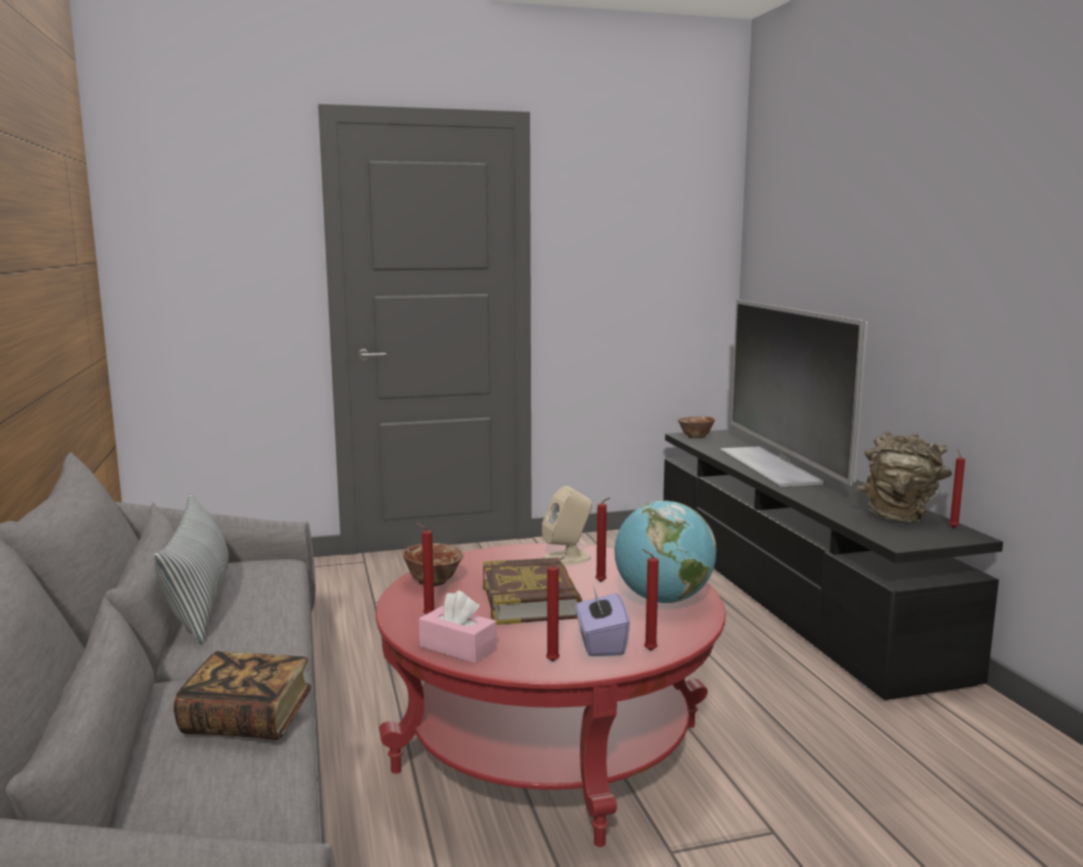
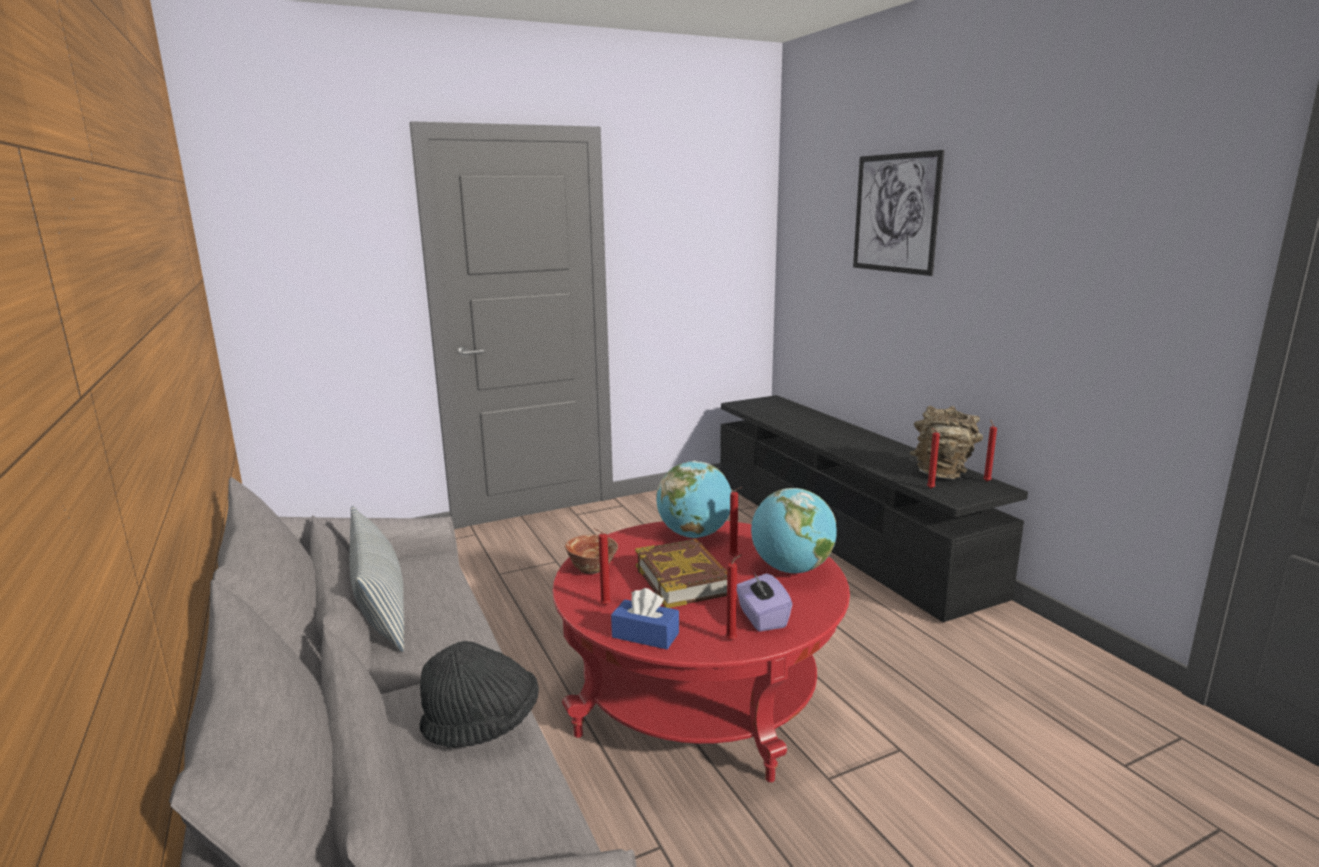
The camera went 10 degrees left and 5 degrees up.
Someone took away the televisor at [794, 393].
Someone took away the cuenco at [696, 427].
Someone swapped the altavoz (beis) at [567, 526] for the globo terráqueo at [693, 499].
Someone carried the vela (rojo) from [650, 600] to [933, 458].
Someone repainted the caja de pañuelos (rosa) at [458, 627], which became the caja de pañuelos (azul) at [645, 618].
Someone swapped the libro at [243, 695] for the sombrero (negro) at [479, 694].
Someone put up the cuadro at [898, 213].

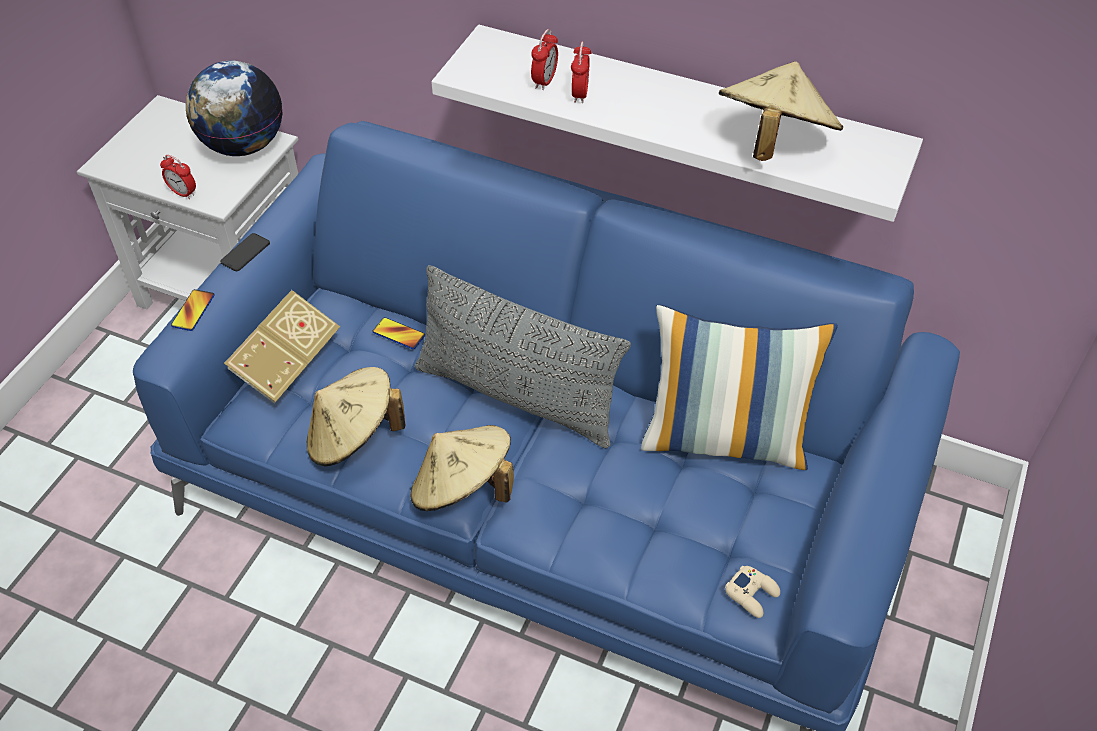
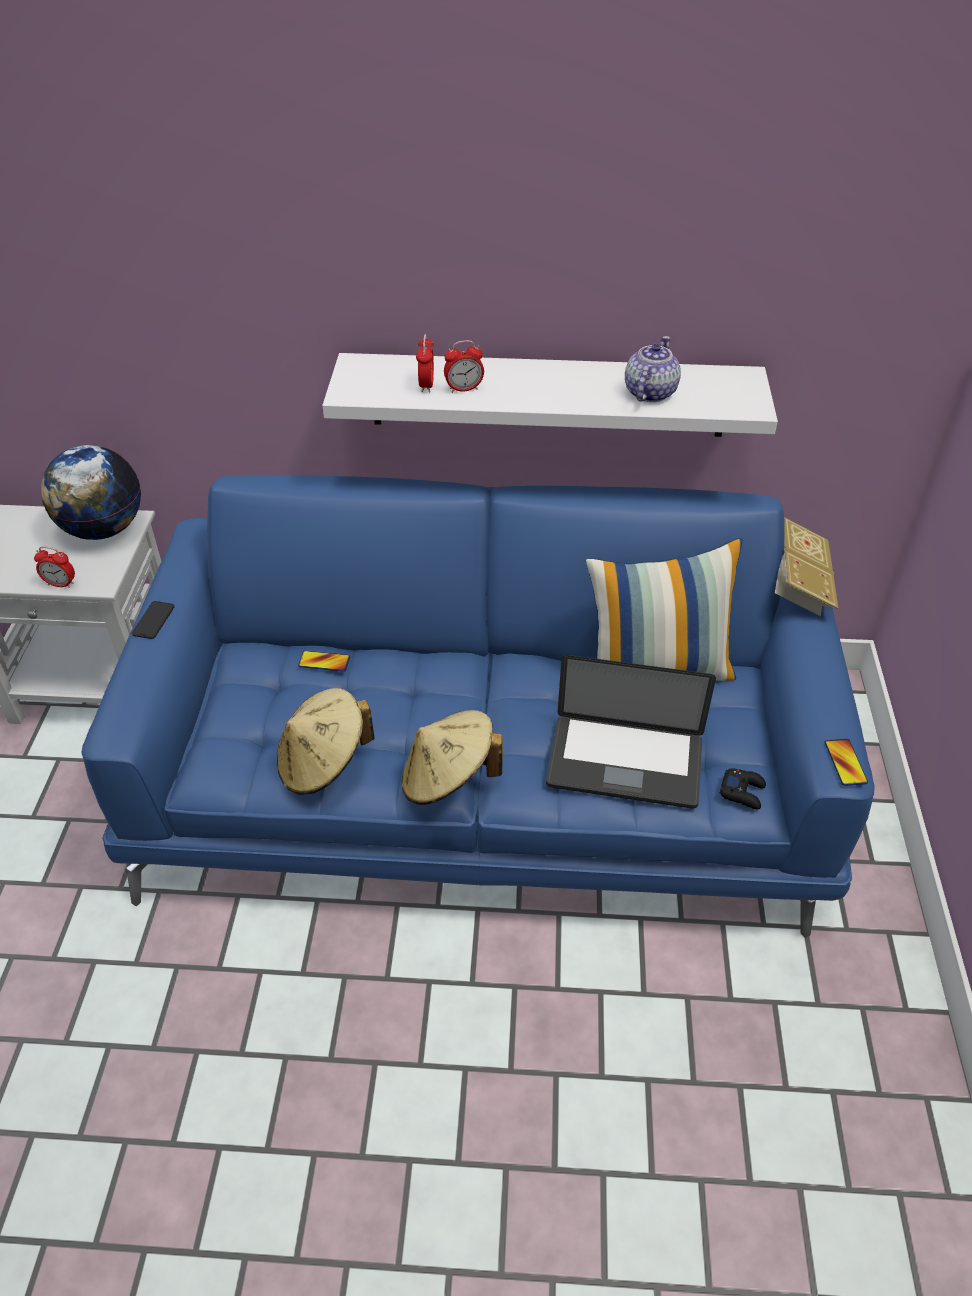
The camera went 20 degrees left and 5 degrees down.
Someone rotated the despertador at [581, 72] by 90 degrees clockwise.
Someone swapped the sombrero (beis) at [781, 111] for the tetera at [653, 369].
Someone took away the cojín (gris) at [523, 356].
Someone carried the móvil from [193, 310] to [846, 762].
Someone carried the libro from [282, 347] to [807, 566].
Someone repainted the mando de consola (beis) at [752, 591], which became the mando de consola (negro) at [743, 789].
Someone put down the portátil at [631, 732].

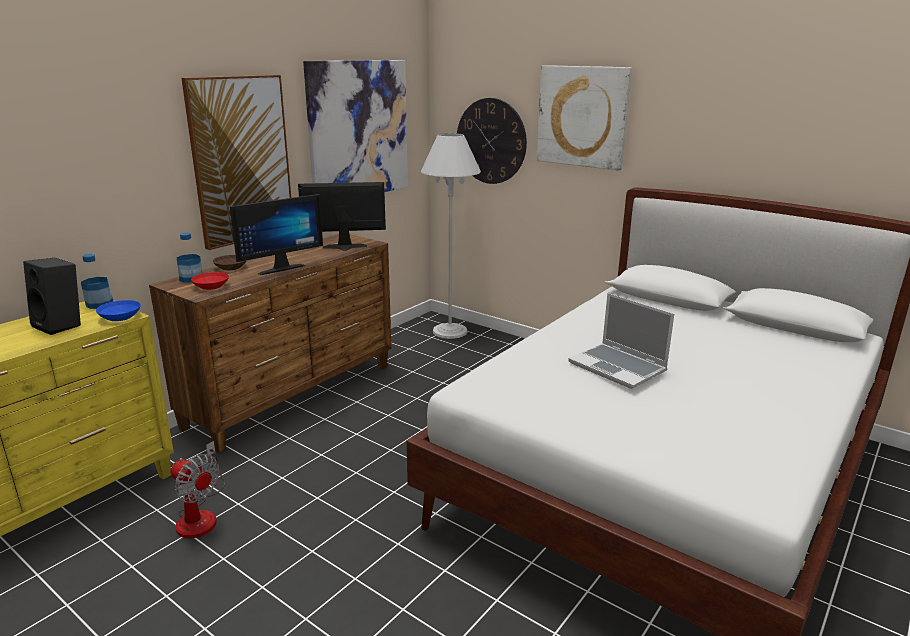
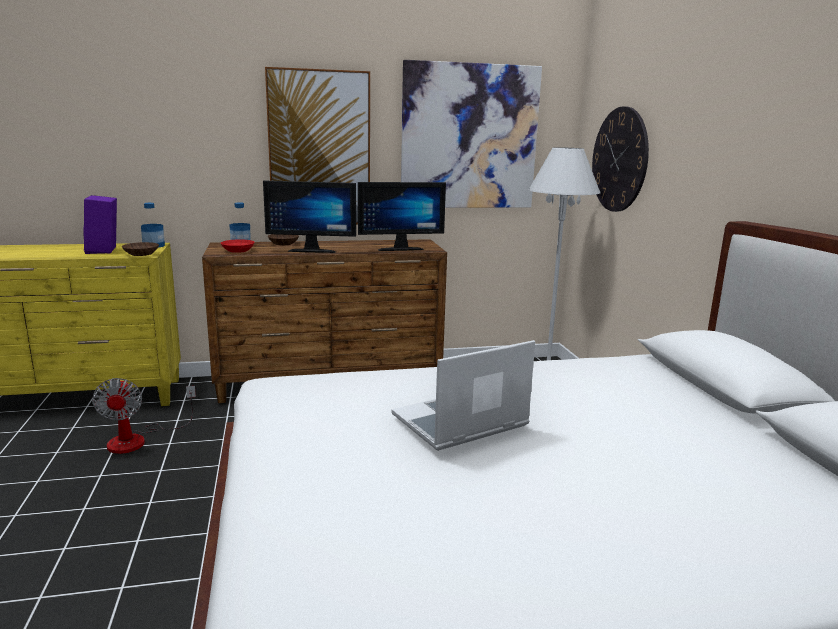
The camera went 40 degrees right and 5 degrees down.
Someone took away the cuadro at [584, 118].
Someone rotated the monitor at [342, 216] by 135 degrees clockwise.
Someone repainted the altavoz (negro) at [52, 296], which became the altavoz (morado) at [100, 224].
Someone rotated the portátil at [621, 341] by 60 degrees clockwise.
Someone repainted the cuenco (azul) at [118, 310], which became the cuenco (marrón) at [140, 249].

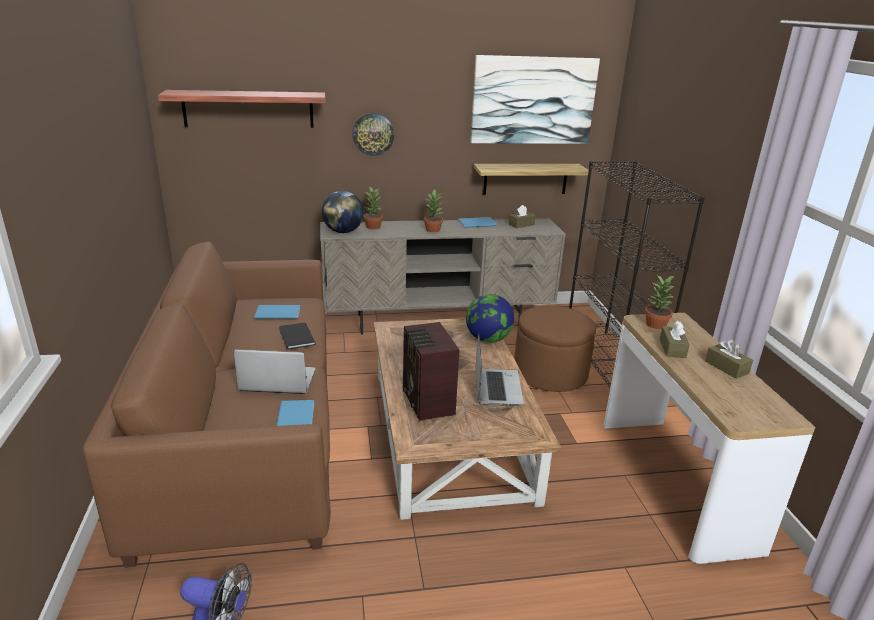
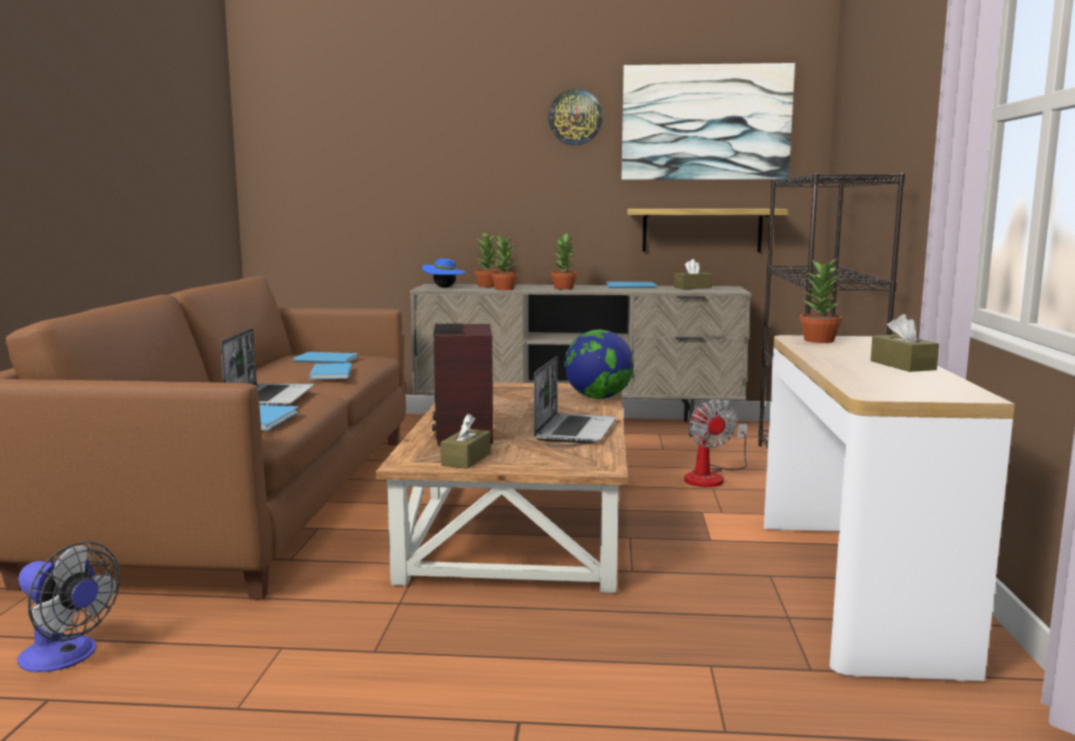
The camera went 15 degrees right and 15 degrees down.
Someone took away the estante at [242, 109].
Someone carried the reloj de pared from [373, 134] to [575, 117].
Someone swapped the globo terráqueo at [343, 212] for the sombrero (azul) at [444, 273].
Someone swapped the puf (marrón) at [555, 349] for the ventilador at [715, 443].
Someone carried the caja de pañuelos (marrón) from [675, 339] to [466, 441].
Someone repainted the libro (negro) at [297, 336], which became the libro (azul) at [330, 371].
Someone rotated the portátil at [274, 371] by 75 degrees clockwise.
Someone put down the planta en maceta at [504, 262].

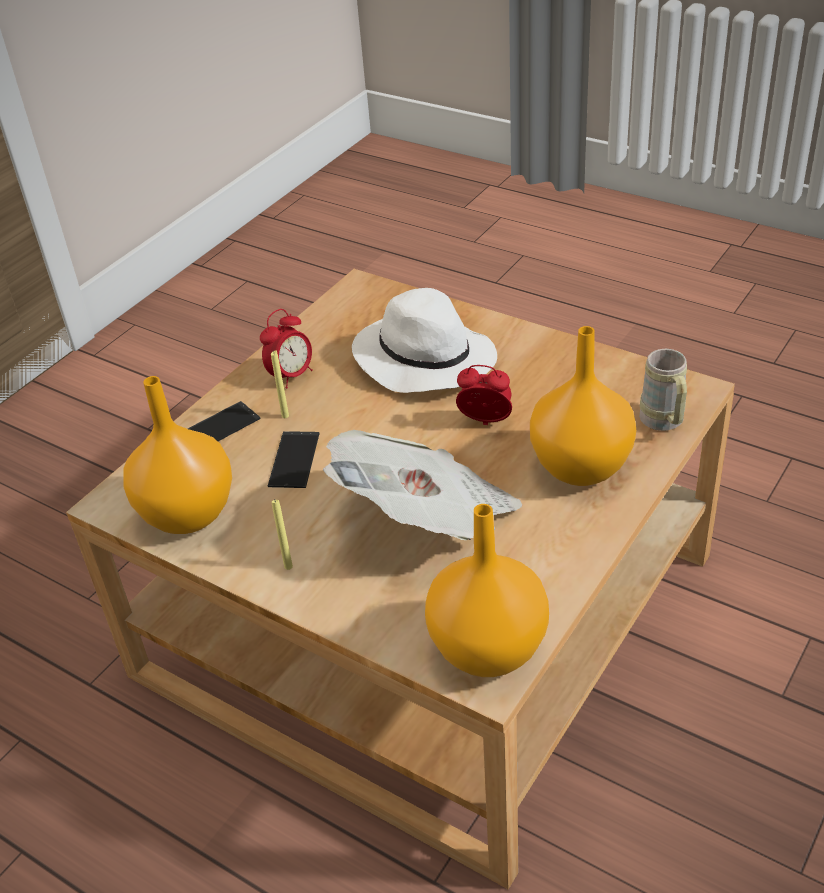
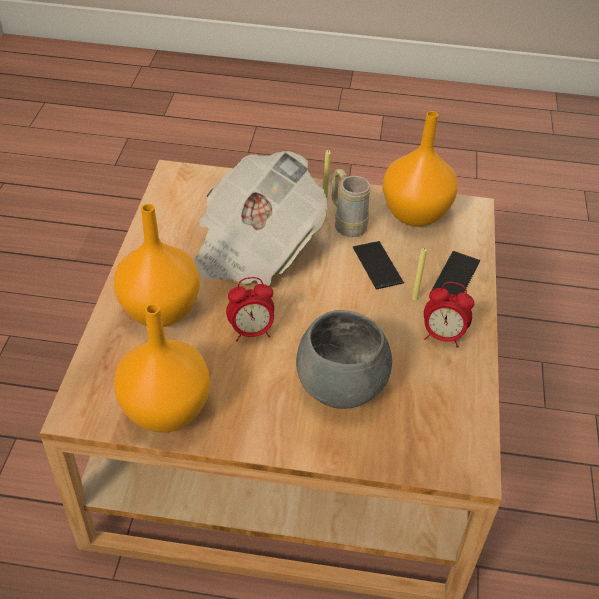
The camera went 150 degrees right and 5 degrees up.
Someone swapped the sombrero (blanco) at [424, 340] for the cuenco (gris) at [344, 359].
Someone rotated the despertador at [286, 348] by 90 degrees counterclockwise.
Someone carried the taza grande (beis) from [663, 390] to [351, 203].
Someone carried the florero (naranja) from [487, 590] to [162, 368].

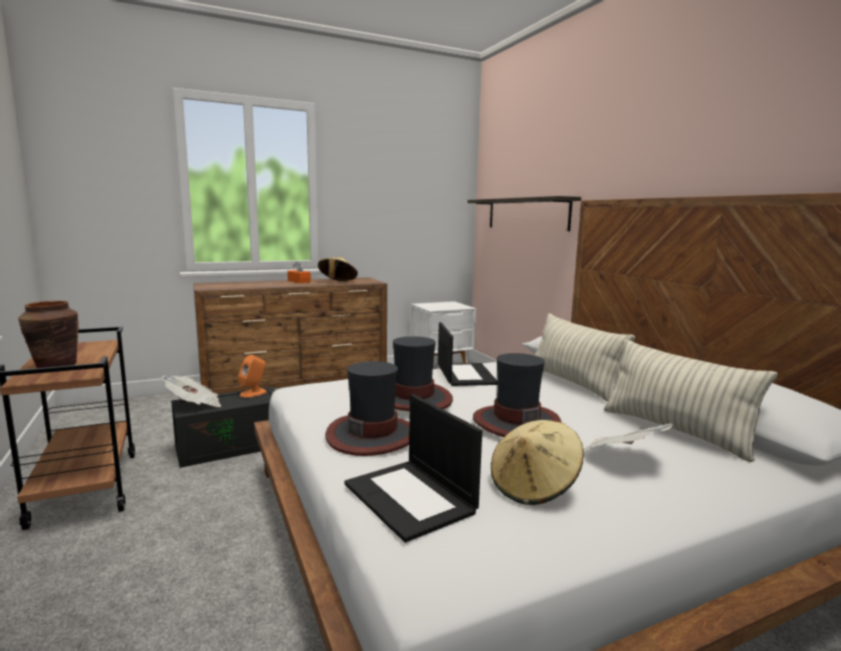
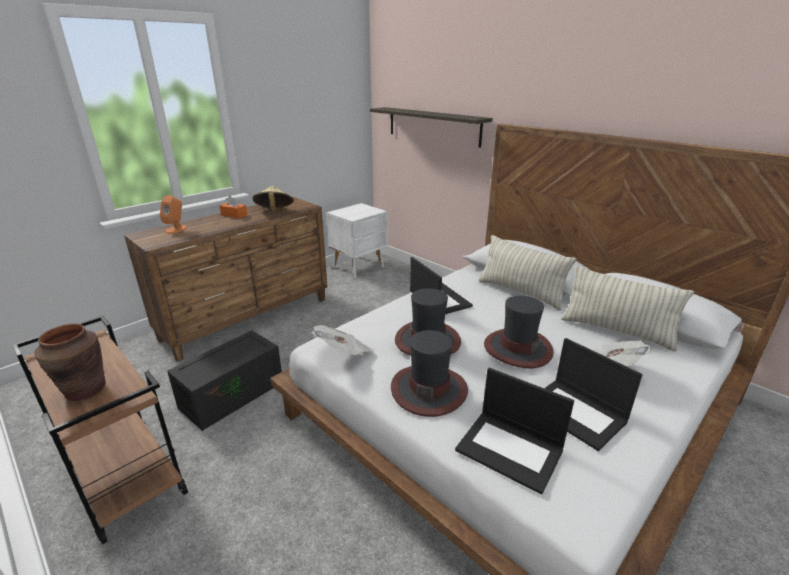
The camera went 20 degrees left and 15 degrees up.
Someone carried the altavoz (naranja) from [252, 376] to [174, 214].
Someone carried the periódico from [191, 391] to [342, 340].
Someone swapped the sombrero (beis) at [537, 462] for the portátil at [593, 394].

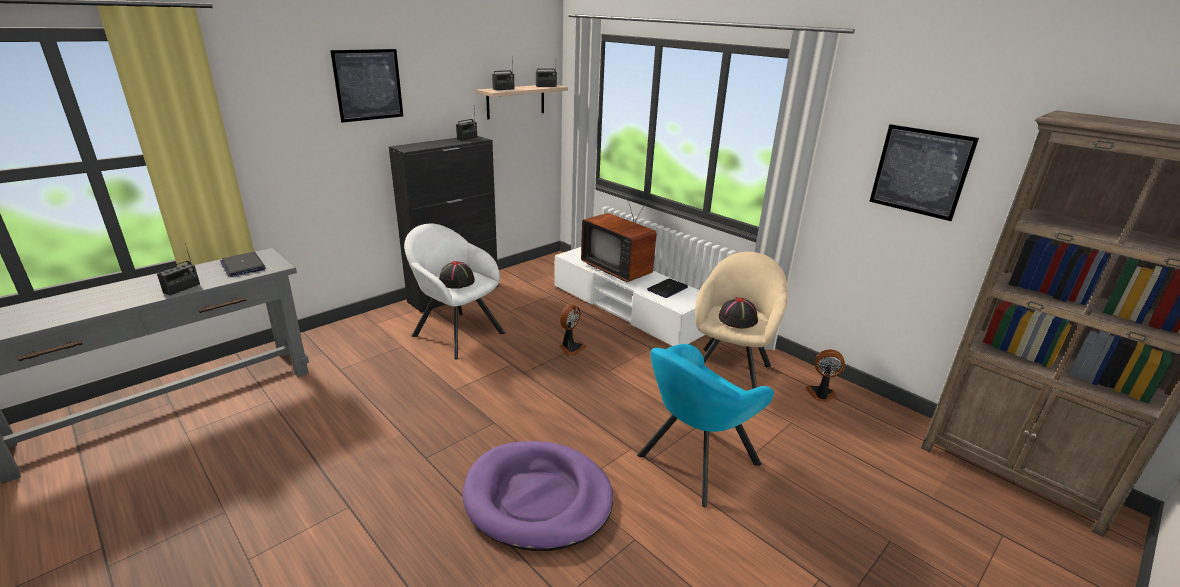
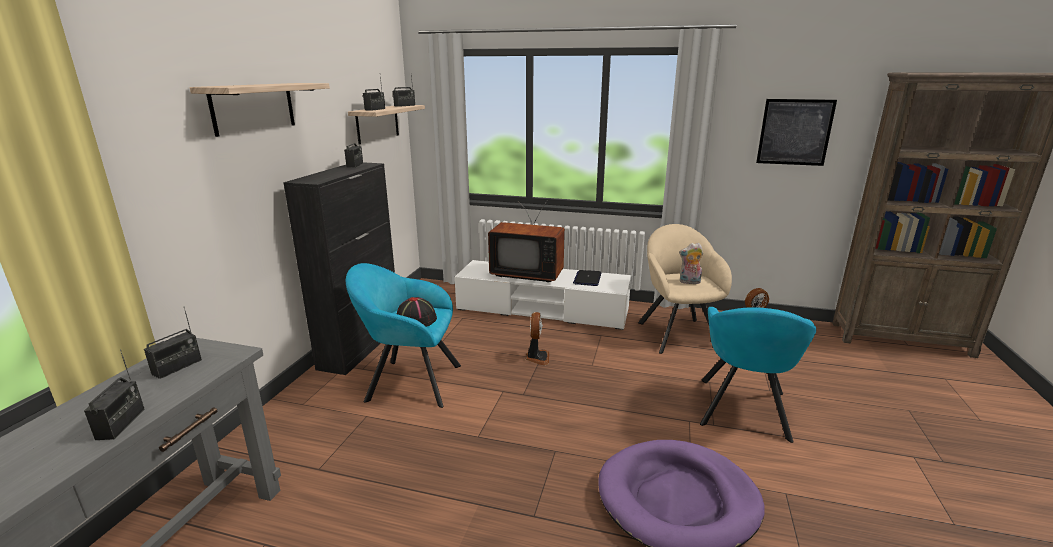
The camera went 30 degrees left and 5 degrees down.
Someone swapped the cuadro at [366, 86] for the estante at [260, 110].
Someone repainted the sillón (blanco) at [454, 292], which became the sillón (turquesa) at [403, 335].
Someone swapped the portátil at [243, 264] for the radio at [173, 343].
Someone swapped the sombrero (negro) at [738, 312] for the peluche at [691, 263].

